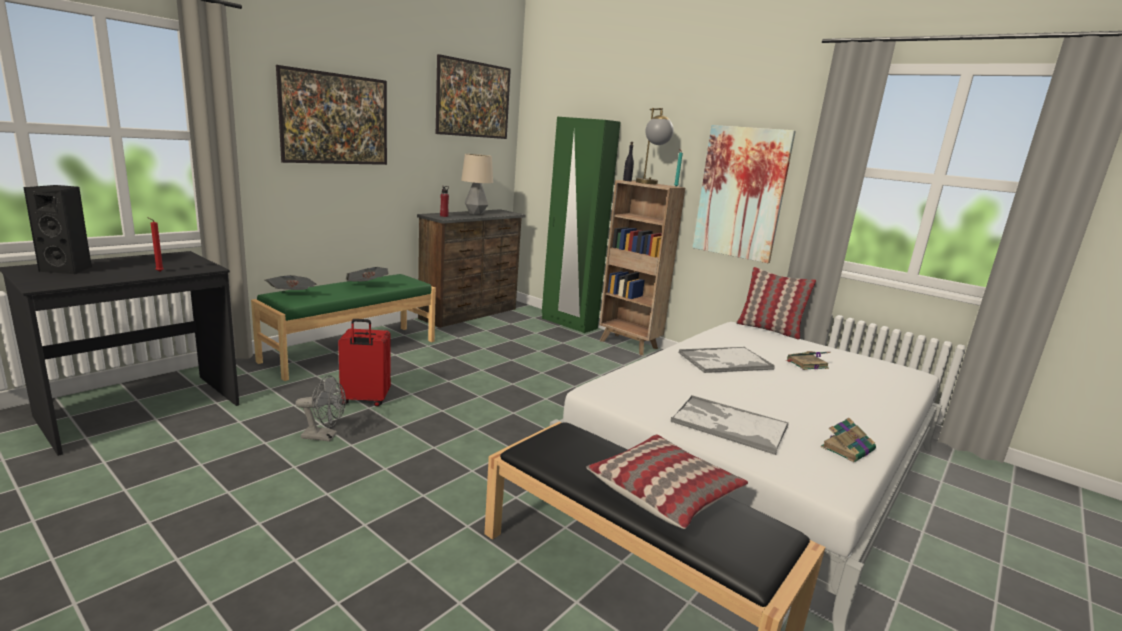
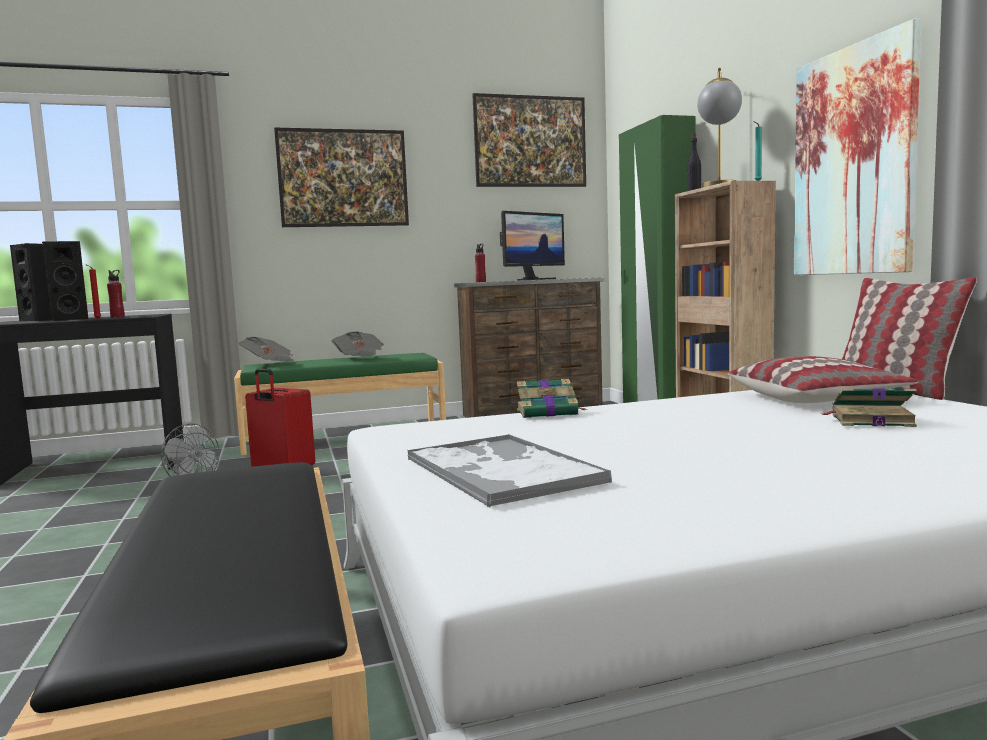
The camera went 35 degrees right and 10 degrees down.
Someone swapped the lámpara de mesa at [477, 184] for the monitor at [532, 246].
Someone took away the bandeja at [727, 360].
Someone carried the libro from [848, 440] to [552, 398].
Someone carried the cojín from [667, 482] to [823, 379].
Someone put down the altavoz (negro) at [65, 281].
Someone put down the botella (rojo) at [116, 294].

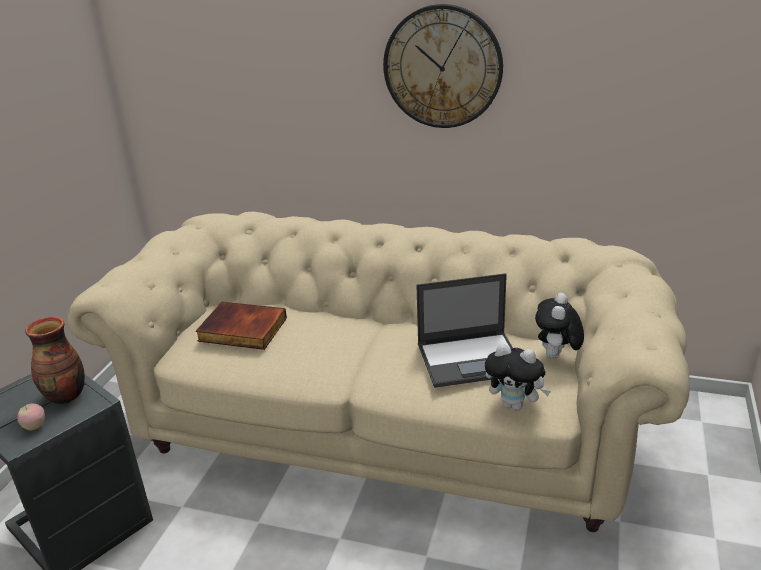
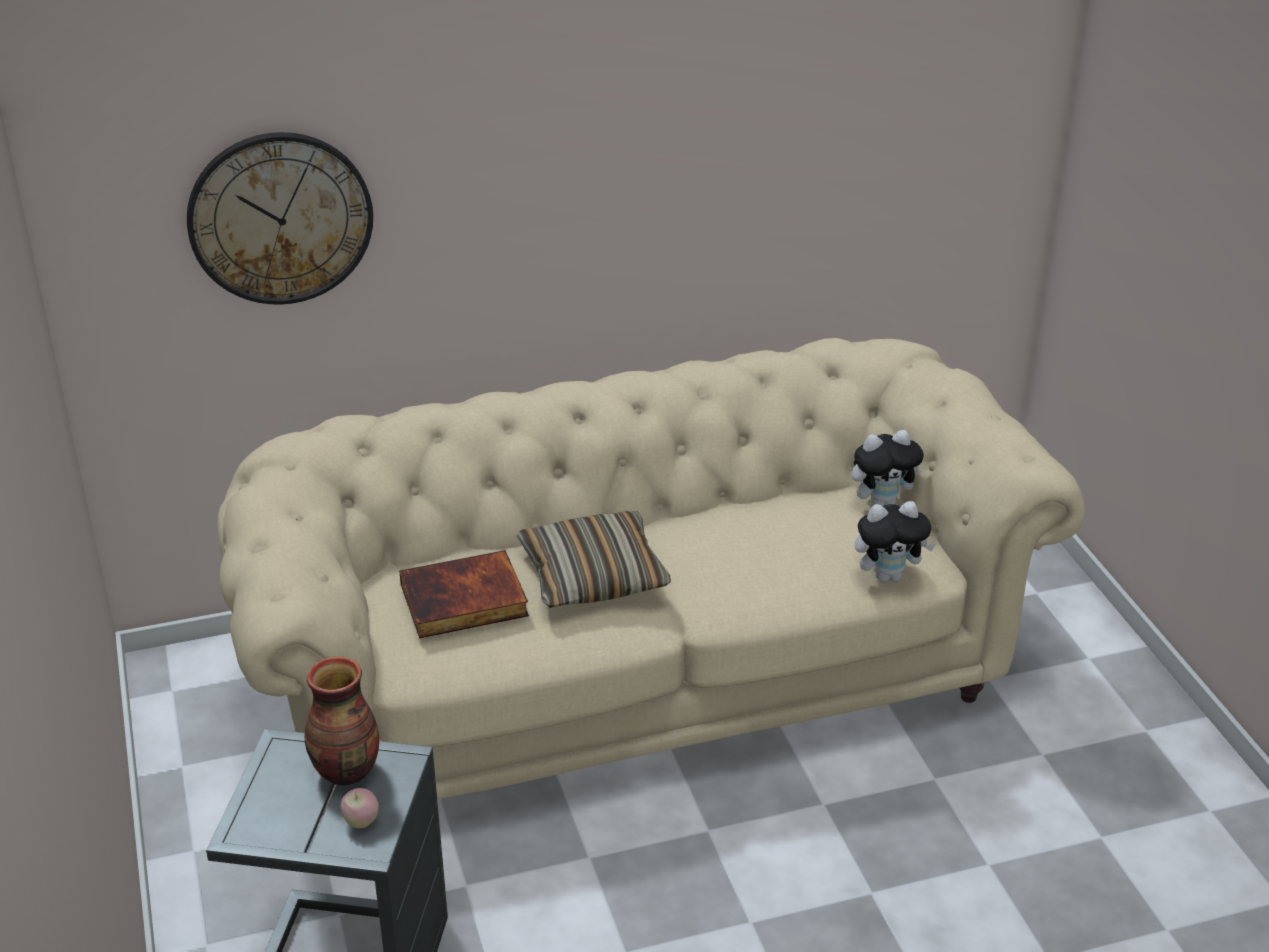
The camera went 35 degrees left and 5 degrees up.
Someone carried the reloj de pared from [443, 66] to [280, 218].
Someone took away the portátil at [464, 330].
Someone rotated the peluche at [559, 326] by 90 degrees counterclockwise.
Someone put down the cojín at [594, 559].

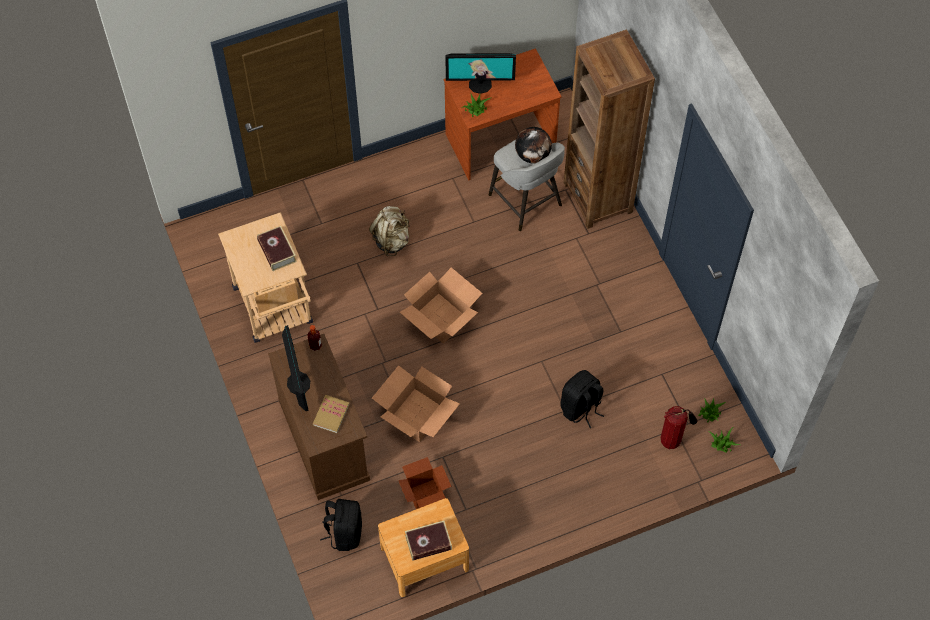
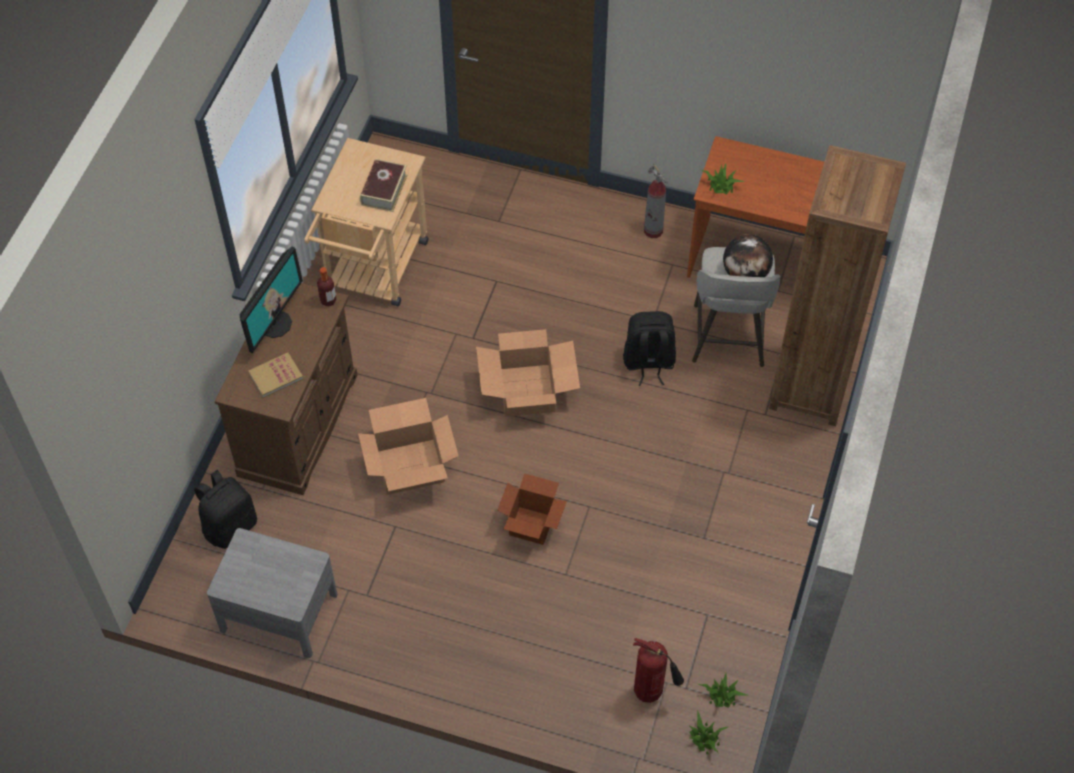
The camera went 40 degrees right and 5 degrees down.
Someone took away the monitor at [480, 73].
Someone took away the mochila (beis) at [389, 231].
Someone carried the mochila (negro) from [582, 399] to [649, 348].
Someone carried the caja de cartón from [425, 483] to [532, 509].
Someone repainted the mesita de noche (marrón) at [423, 547], which became the mesita de noche (gris) at [272, 593].
Someone took away the libro at [428, 541].
Someone put down the extintor at [656, 200].

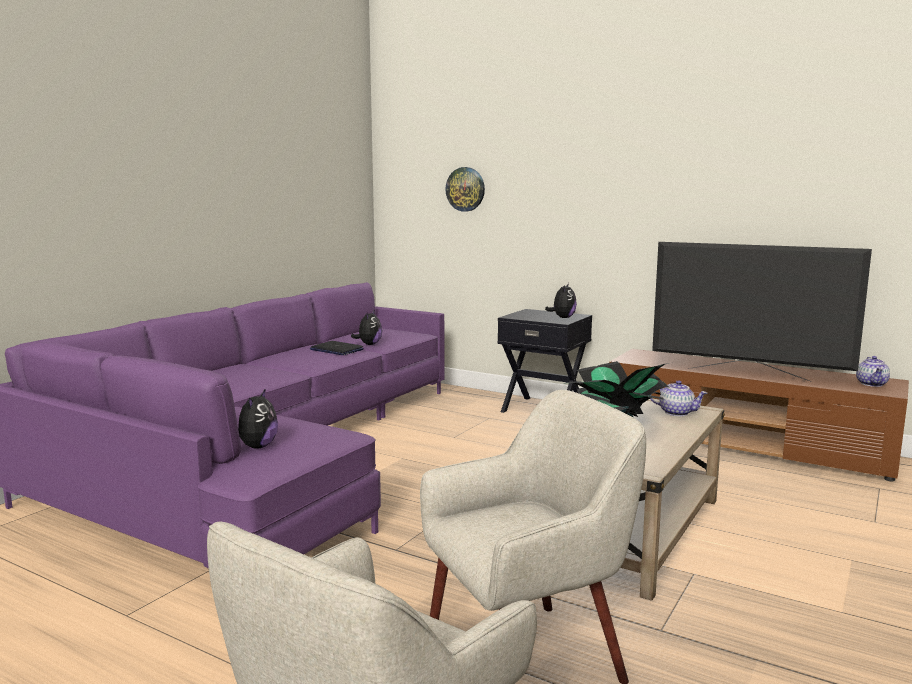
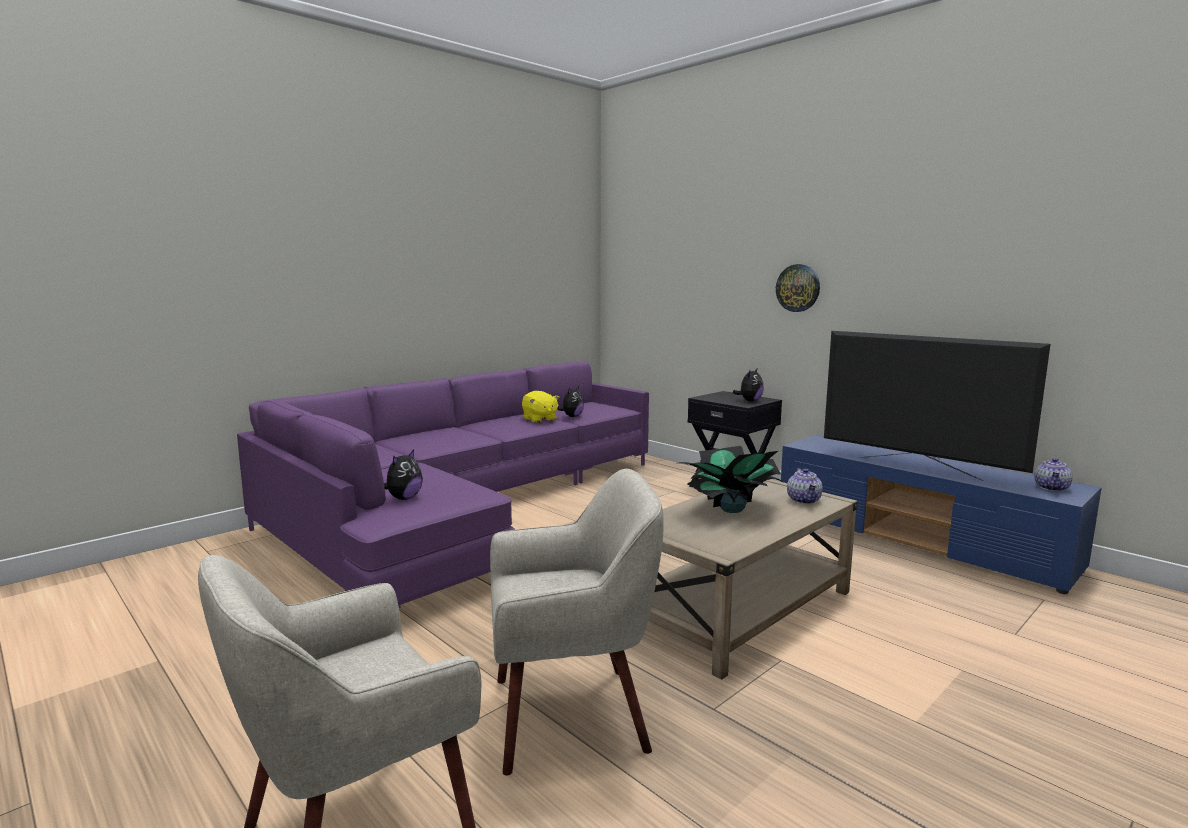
The camera went 15 degrees right and 0 degrees up.
Someone carried the reloj de pared from [465, 189] to [798, 288].
Someone swapped the portátil at [337, 348] for the peluche (amarillo) at [540, 407].
Someone repainted the mueble de televisión (marrón) at [759, 415], which became the mueble de televisión (azul) at [941, 514].
Someone rotated the tetera at [678, 398] by 45 degrees clockwise.

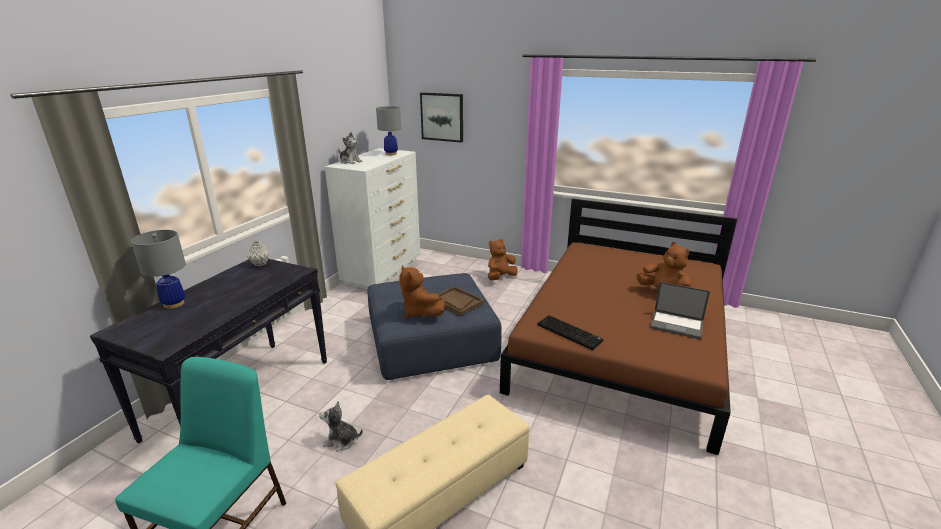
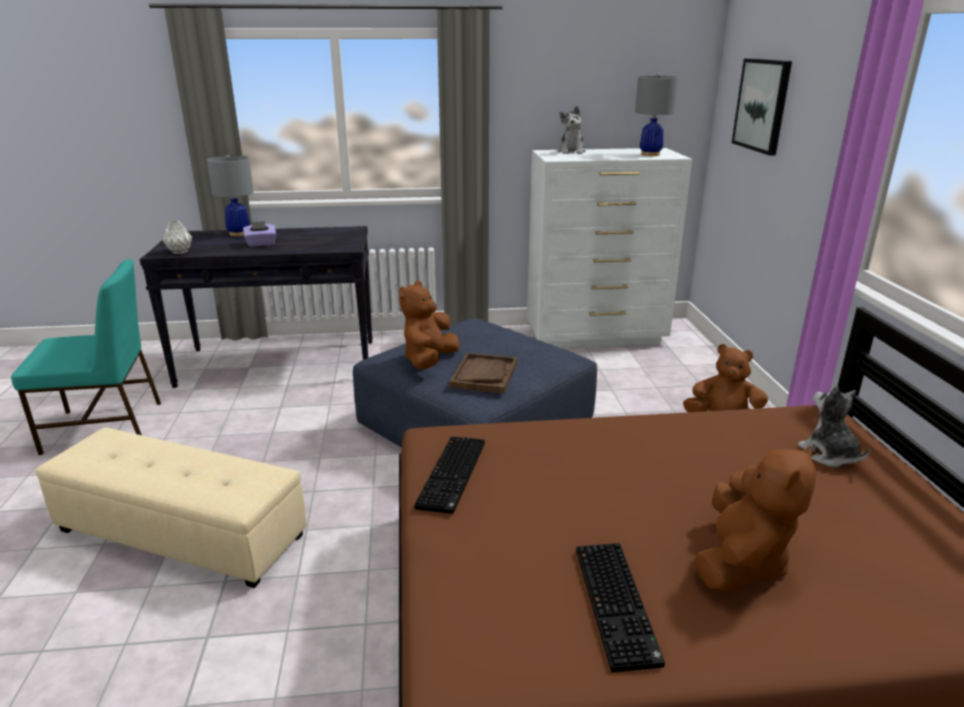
The camera went 60 degrees right and 0 degrees up.
Someone carried the florero (gris) from [258, 253] to [177, 237].
Someone swapped the portátil at [680, 311] for the teclado at [620, 607].
Someone carried the peluche from [341, 426] to [834, 426].
Someone put down the caja de pañuelos (morado) at [259, 234].

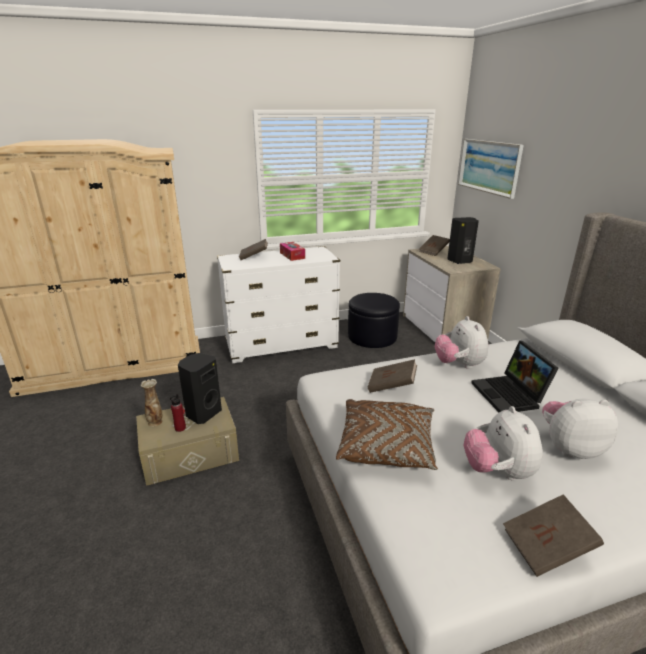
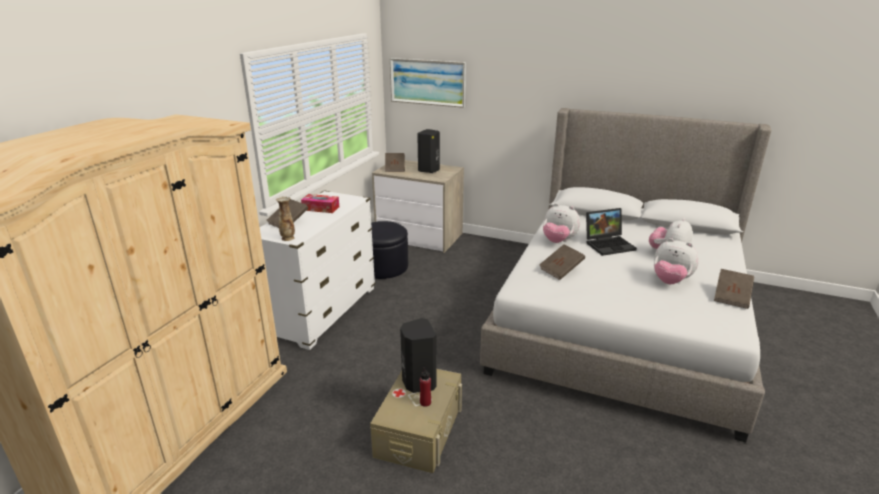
The camera went 50 degrees left and 0 degrees up.
Someone rotated the portátil at [515, 376] by 45 degrees counterclockwise.
Someone carried the florero from [151, 403] to [285, 218].
Someone took away the cojín (marrón) at [387, 434].

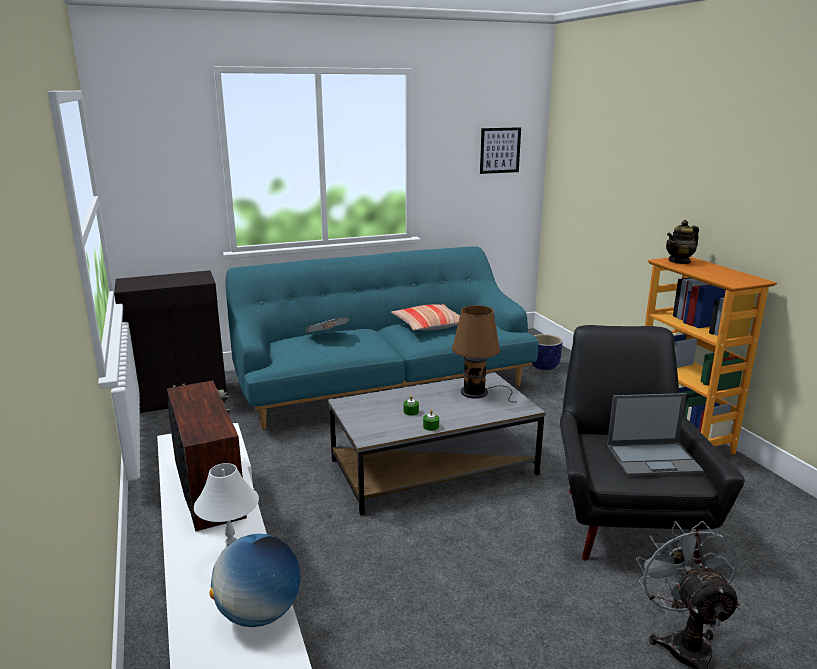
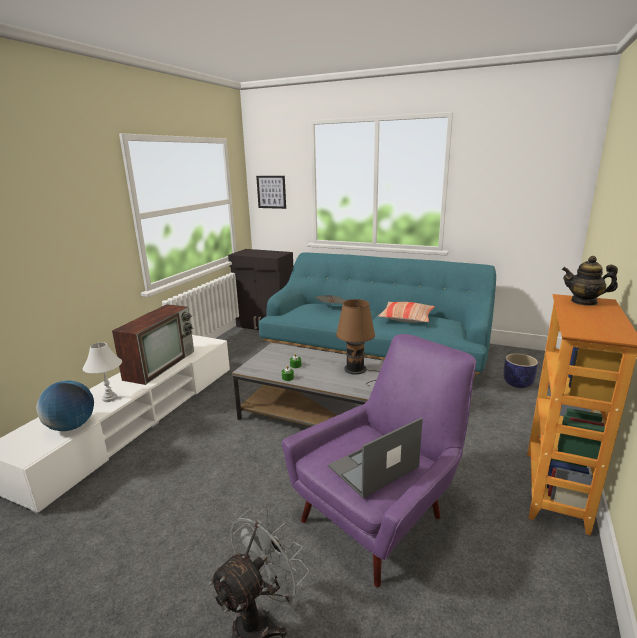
The camera went 45 degrees right and 0 degrees up.
Someone carried the cuadro from [500, 150] to [271, 192].
Someone repainted the sillón (negro) at [652, 444], which became the sillón (morado) at [379, 460].
Someone rotated the portátil at [655, 434] by 105 degrees clockwise.

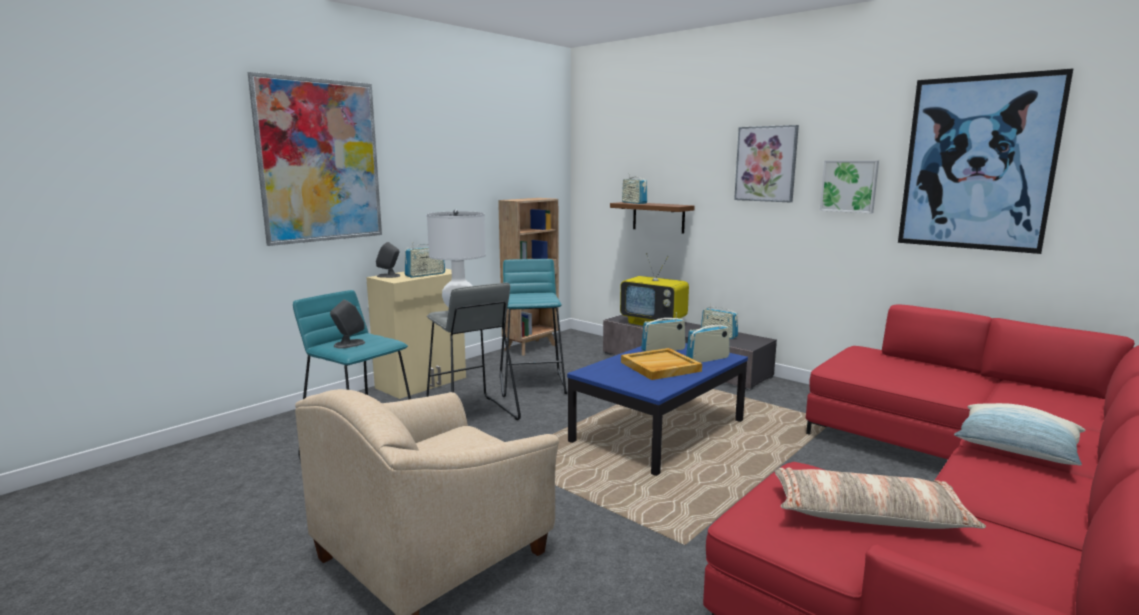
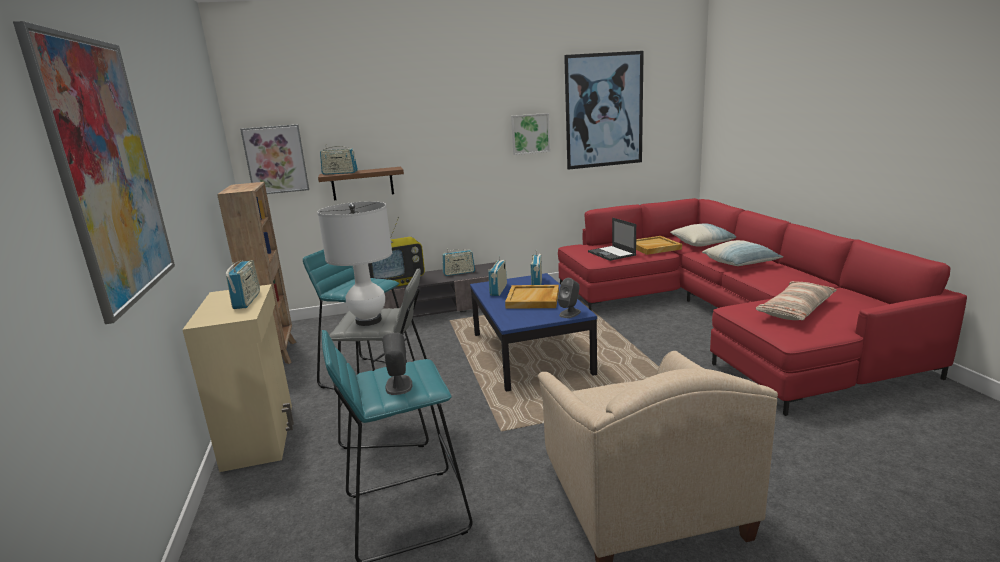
The camera went 55 degrees left and 5 degrees up.
Someone carried the cuadro from [766, 164] to [274, 159].
Someone carried the altavoz (gris) from [388, 260] to [569, 298].
Someone put down the portátil at [612, 239].
Someone put down the cojín at [703, 235].
Someone put down the bandeja (beis) at [659, 245].

